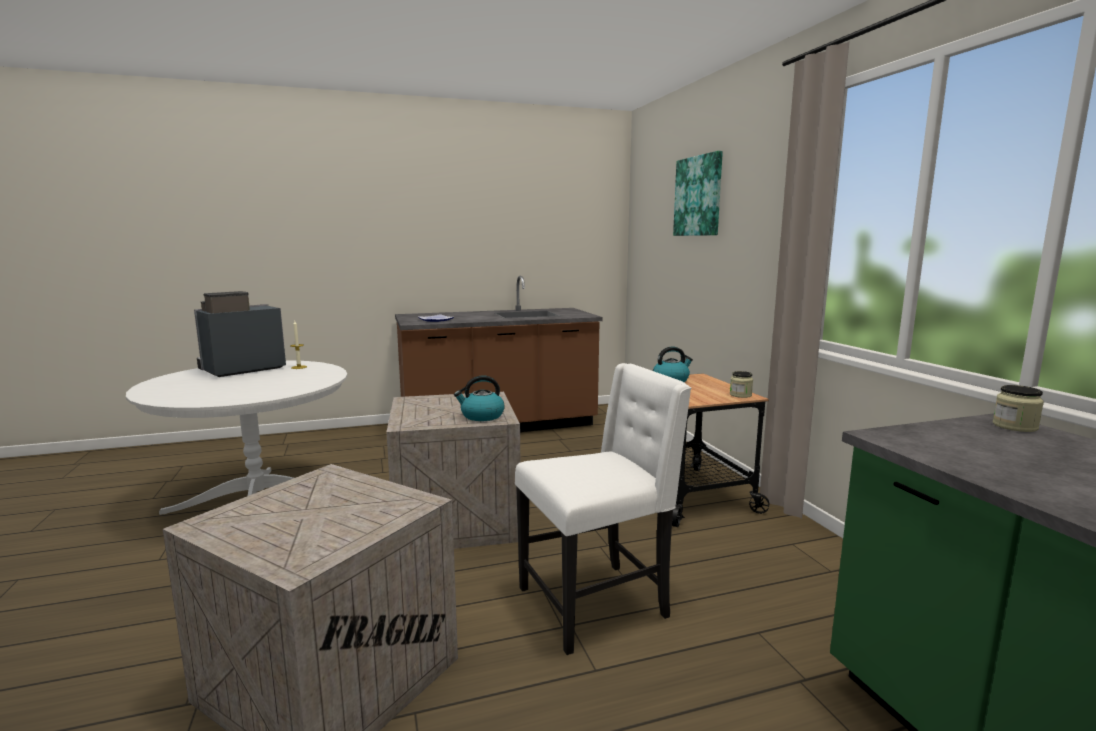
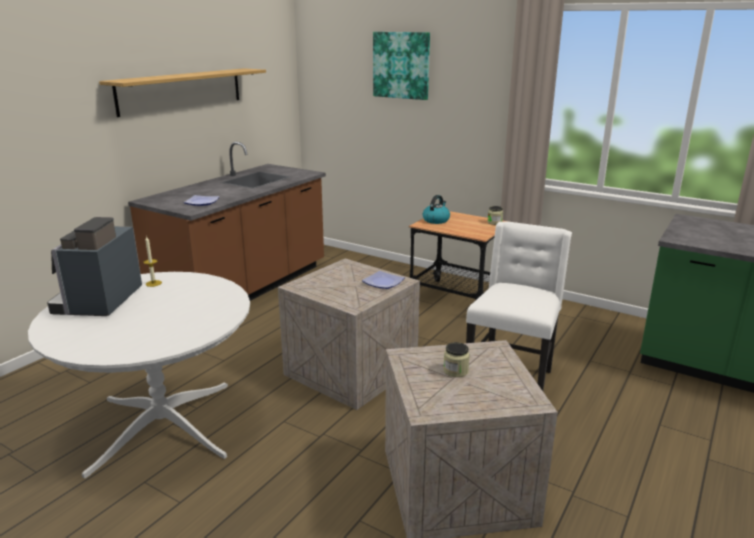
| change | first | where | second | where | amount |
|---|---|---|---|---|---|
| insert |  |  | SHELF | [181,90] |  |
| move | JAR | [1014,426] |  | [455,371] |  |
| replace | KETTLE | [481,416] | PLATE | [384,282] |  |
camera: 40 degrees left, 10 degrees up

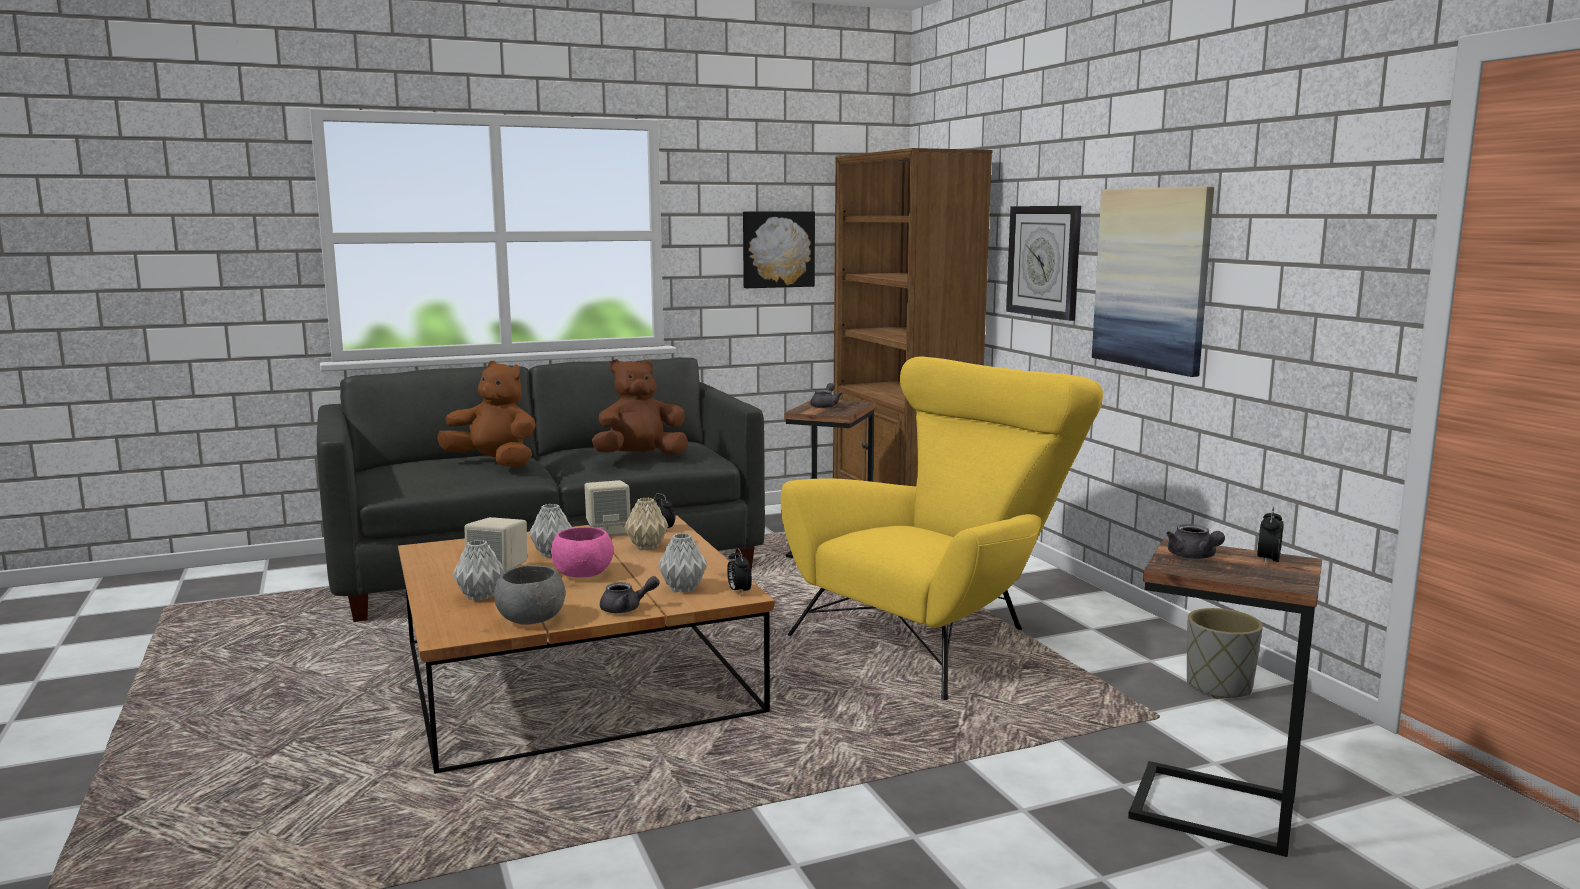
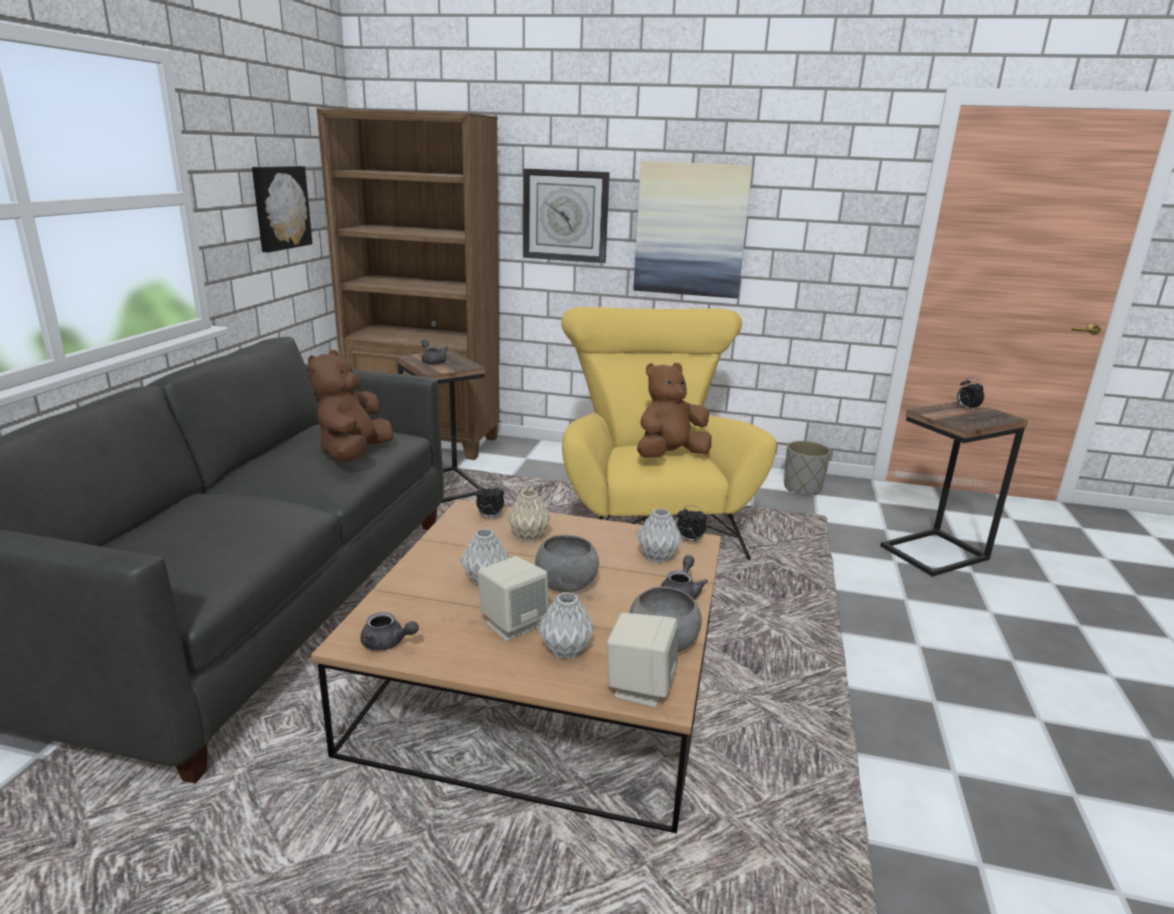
| change | first | where | second | where | amount |
|---|---|---|---|---|---|
| move | BROWN PLUSH TOY | [494,463] |  | [669,456] |  |
| move | BEIGE SPEAKER | [608,531] |  | [639,687] |  |
| move | GREY TEAPOT | [1194,557] |  | [387,643] |  |
| recolor | PINK BOWL | [582,574] | GREY BOWL | [566,585] |  |
camera: 55 degrees left, 10 degrees up

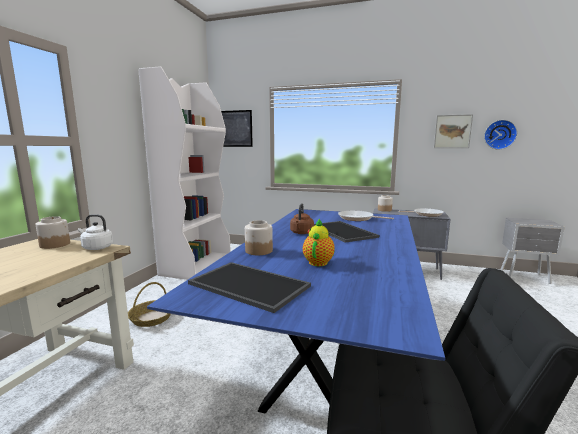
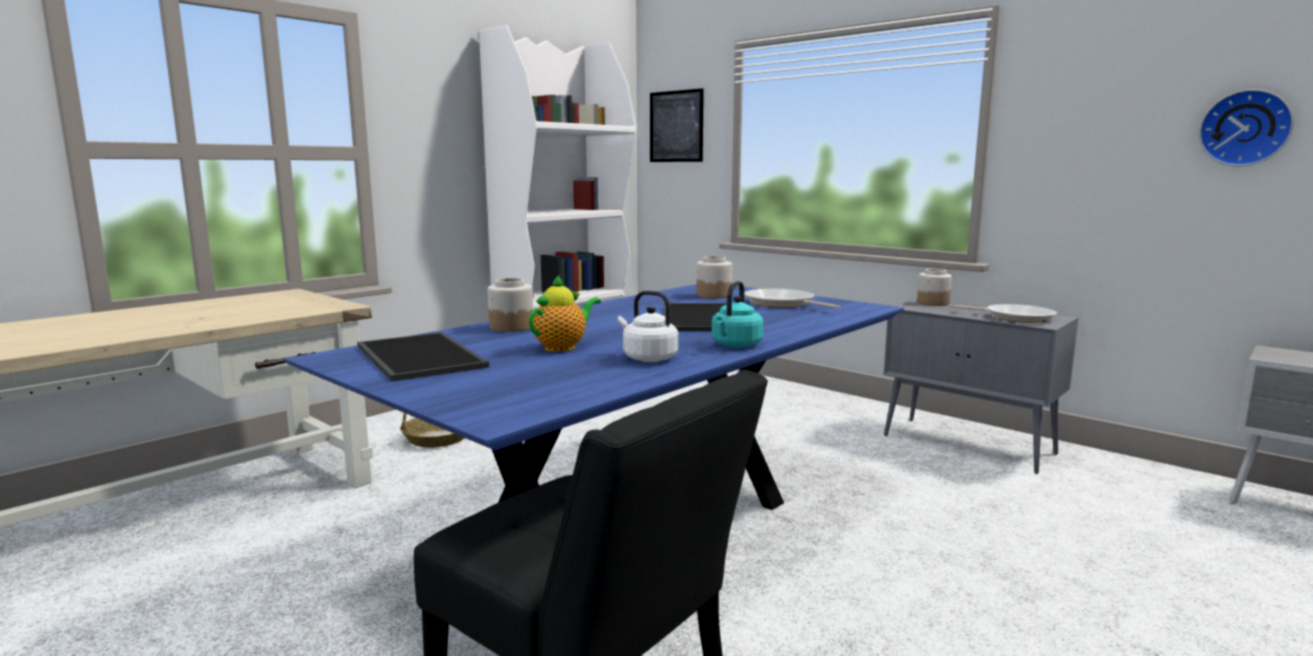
| change | first | where | second | where | amount |
|---|---|---|---|---|---|
| delete | BROWN KETTLE | [301,233] |  |  |  |
| delete | PICTURE | [452,131] |  |  |  |
| insert |  |  | TURQUOISE KETTLE | [735,345] |  |
| move | JAR | [55,244] |  | [713,295] |  |
| move | WHITE KETTLE | [96,248] |  | [647,358] |  |
camera: 25 degrees right, 0 degrees up

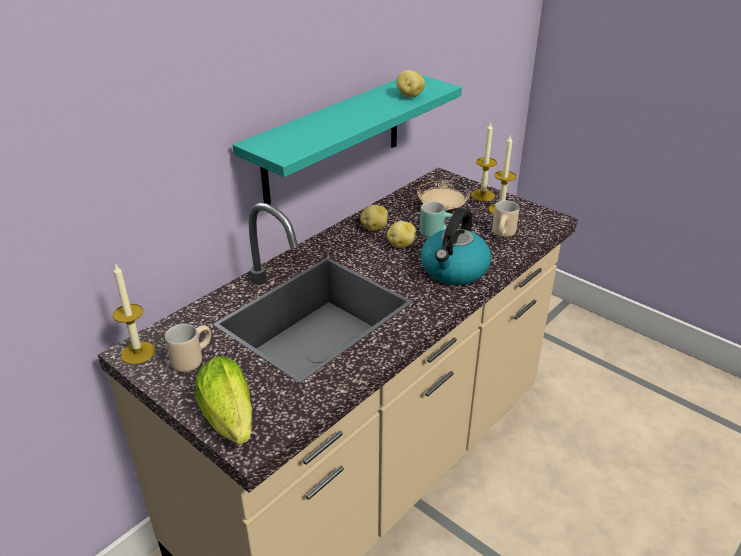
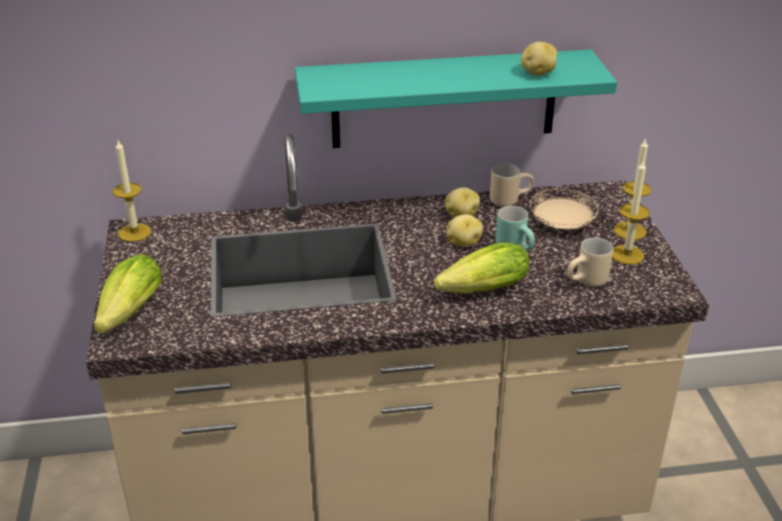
| change | first | where | second | where | amount |
|---|---|---|---|---|---|
| move | BEIGE MUG | [191,358] |  | [509,199] |  |
| replace | KETTLE | [454,270] | LETTUCE | [479,291] |  |
camera: 40 degrees right, 0 degrees up

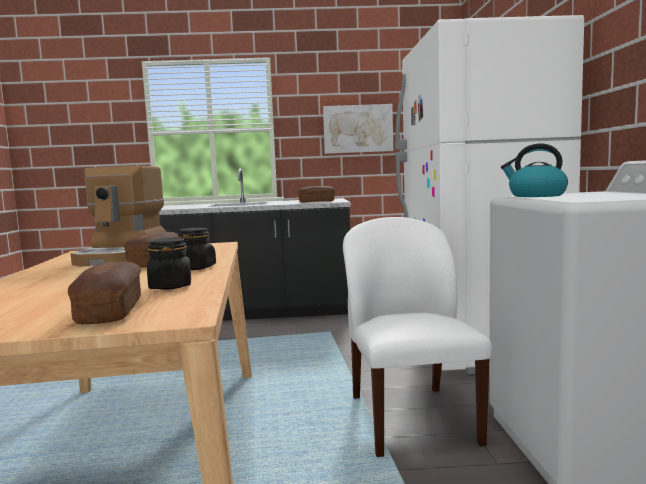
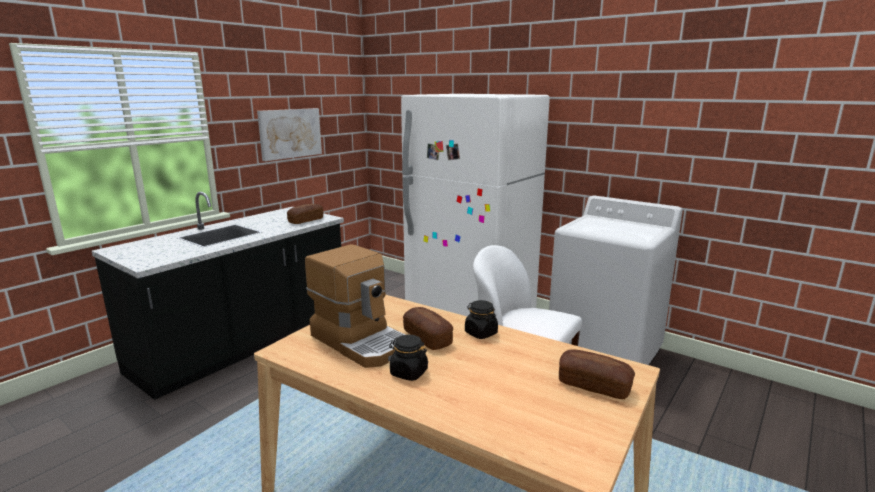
| change | first | where | second | where | amount |
|---|---|---|---|---|---|
| delete | KETTLE | [536,196] |  |  |  |
| move | BLACK JAR | [170,286] |  | [408,372] |  |
camera: 50 degrees left, 10 degrees up

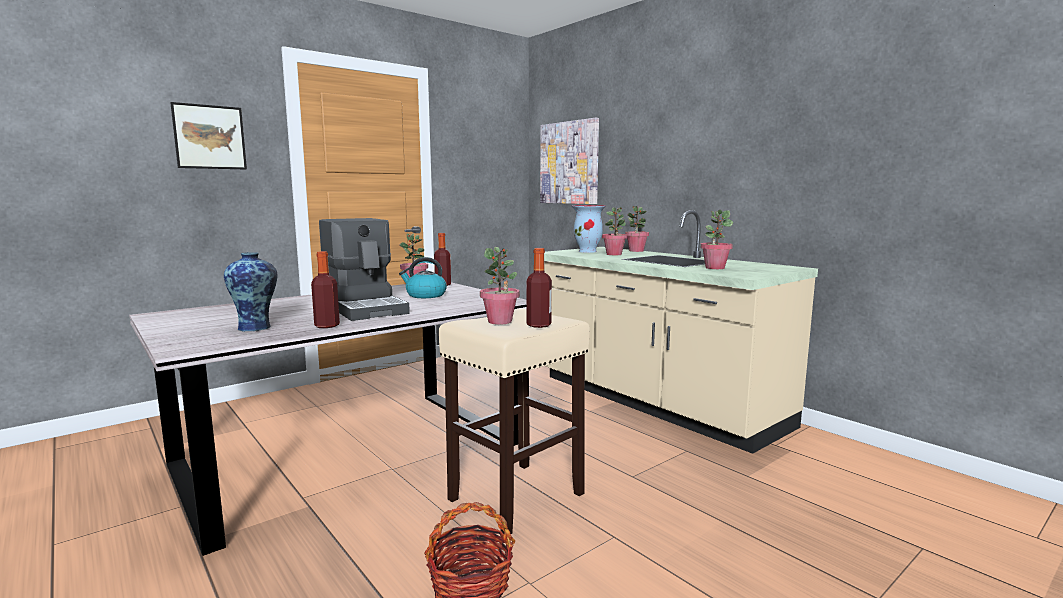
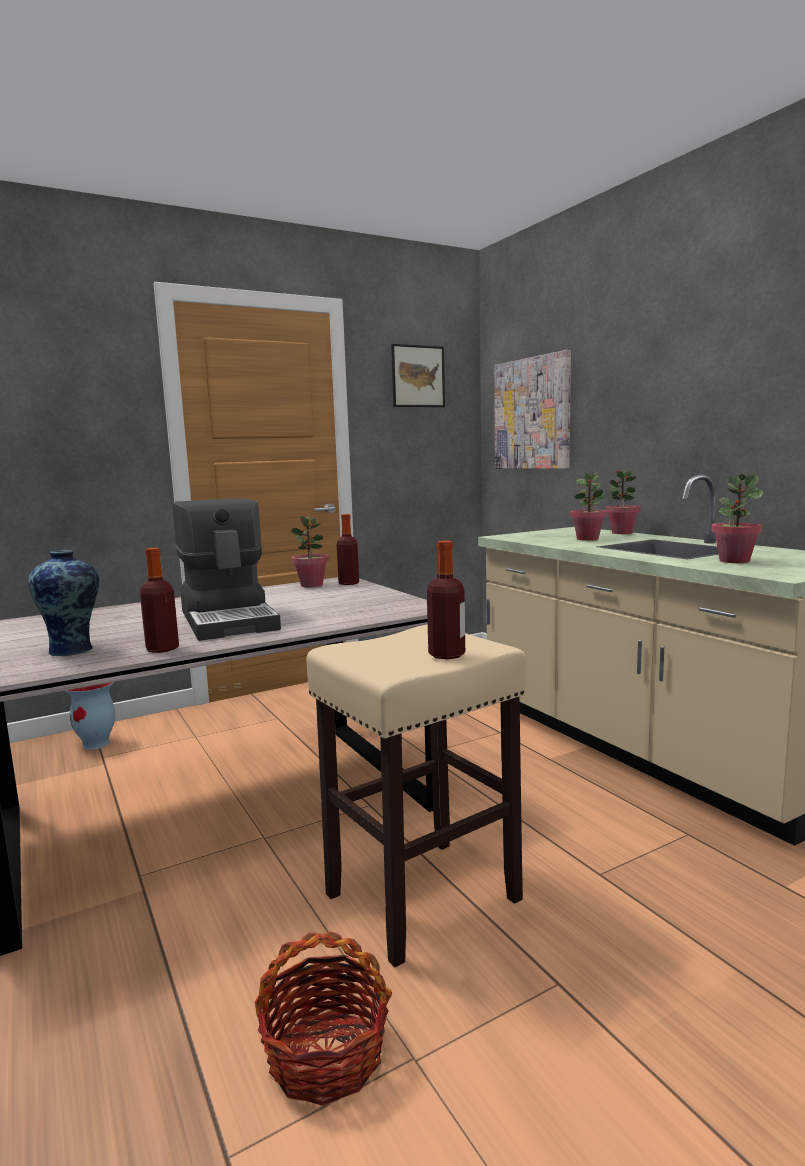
| change | first | where | second | where | amount |
|---|---|---|---|---|---|
| delete | KETTLE | [425,295] |  |  |  |
| delete | POTTED PLANT | [500,321] |  |  |  |
| move | PICTURE | [209,137] |  | [418,376] |  |
| move | VASE | [588,251] |  | [97,744] |  |
camera: 10 degrees right, 0 degrees up

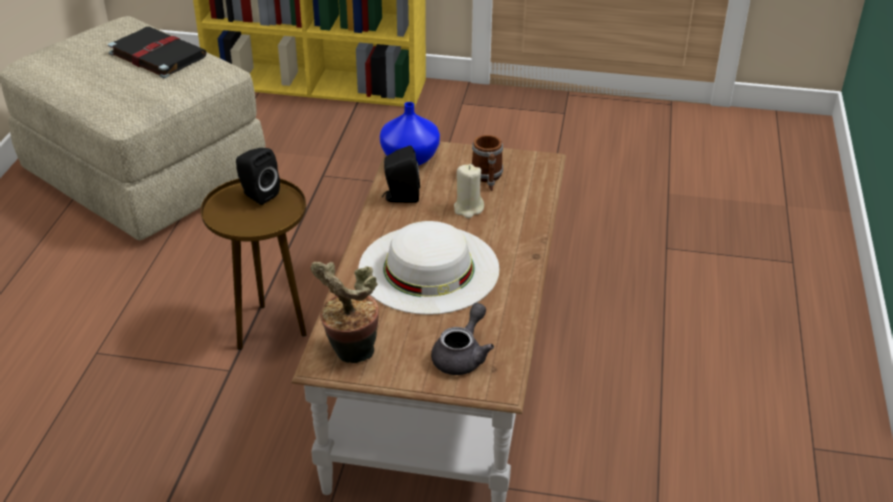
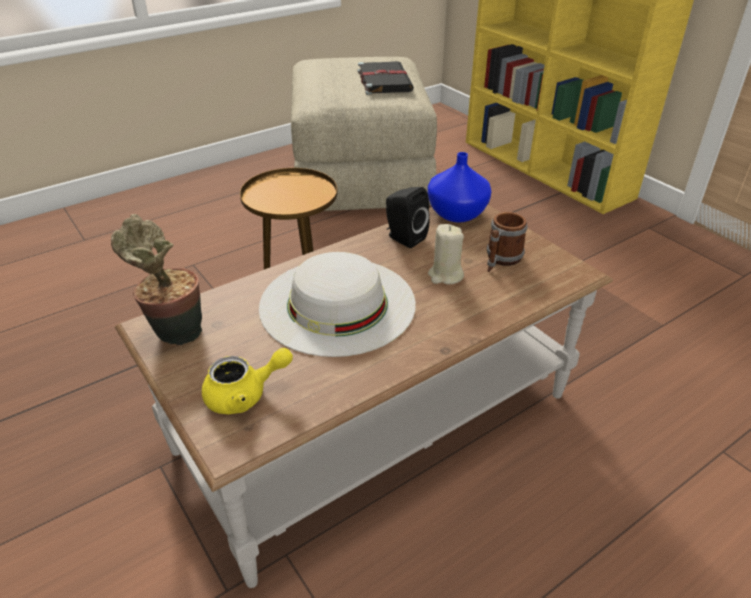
| change | first | where | second | where | amount |
|---|---|---|---|---|---|
| delete | BLACK SPEAKER | [257,194] |  |  |  |
| recolor | GREY TEAPOT | [462,356] | YELLOW TEAPOT | [245,395] |  |
camera: 45 degrees right, 0 degrees up

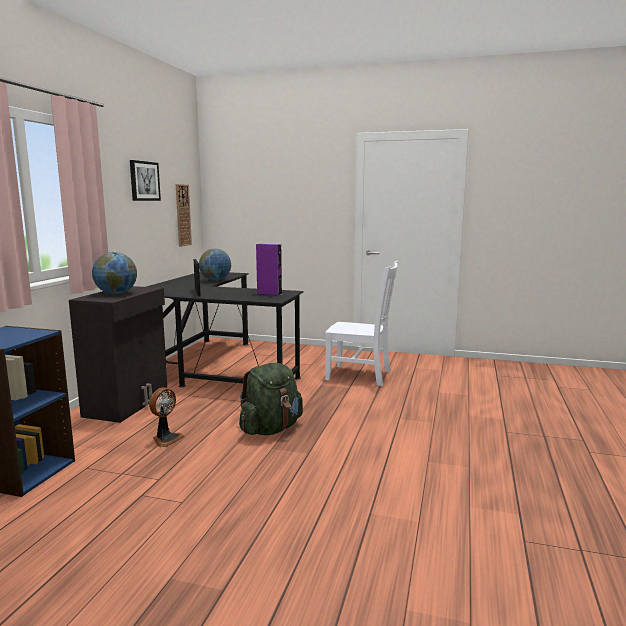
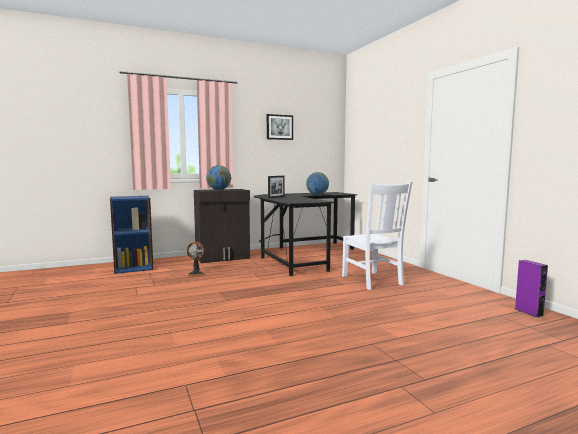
| change | first | where | second | where | amount |
|---|---|---|---|---|---|
| delete | WALL CLOCK | [183,215] |  |  |  |
| delete | GREEN BACKPACK | [271,429] |  |  |  |
| move | PURPLE SPEAKER | [269,294] |  | [528,312] |  |
camera: 50 degrees right, 5 degrees down

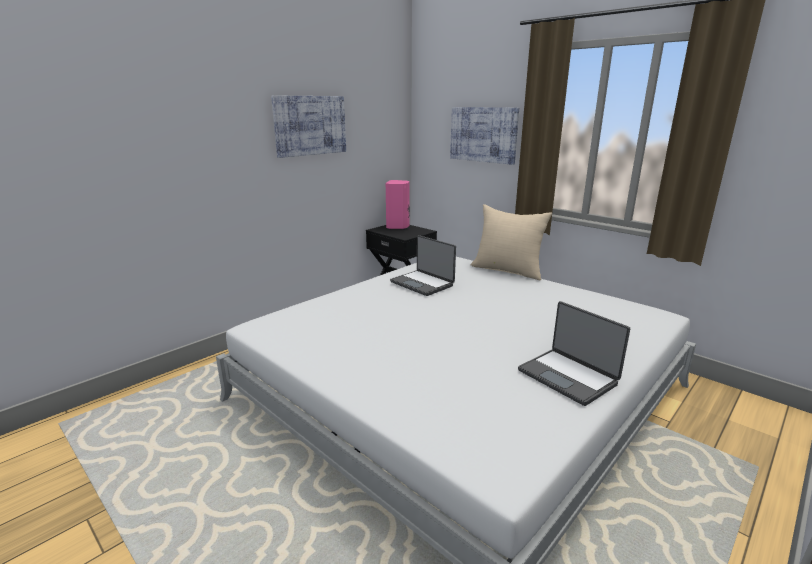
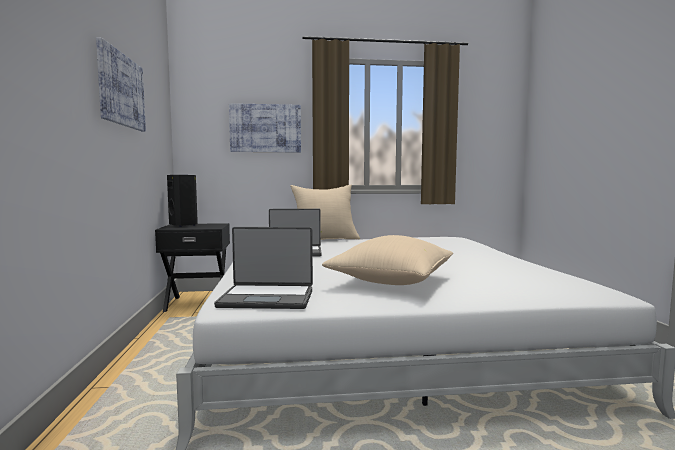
| change | first | where | second | where | amount |
|---|---|---|---|---|---|
| insert |  |  | BEIGE PILLOW | [391,281] |  |
| move | LAPTOP | [568,376] |  | [267,298] |  |
| recolor | PINK SPEAKER | [398,227] | BLACK SPEAKER | [184,225] |  |
camera: 50 degrees left, 15 degrees down

